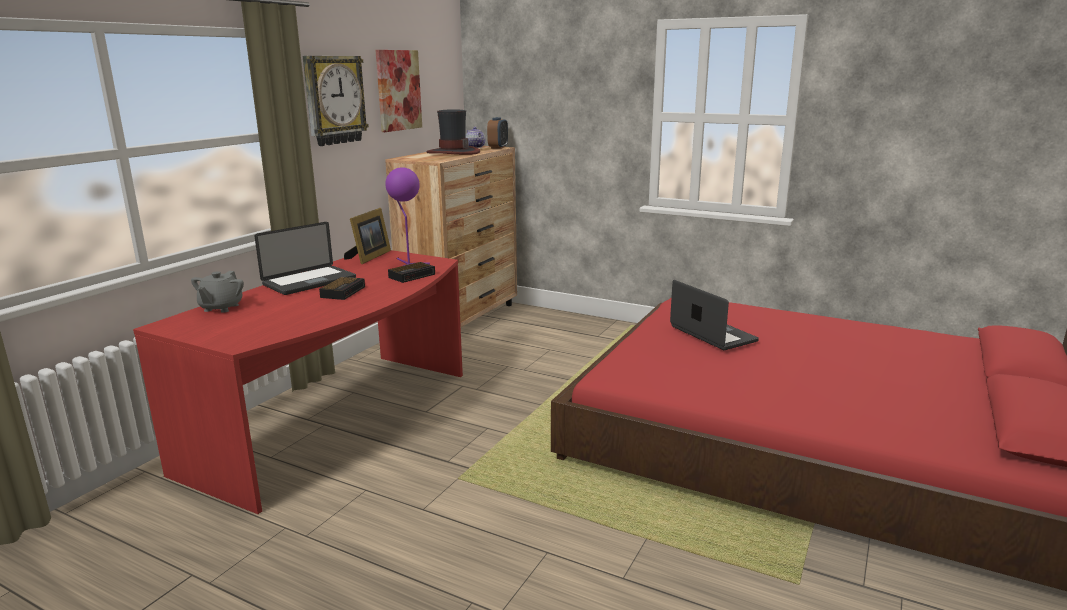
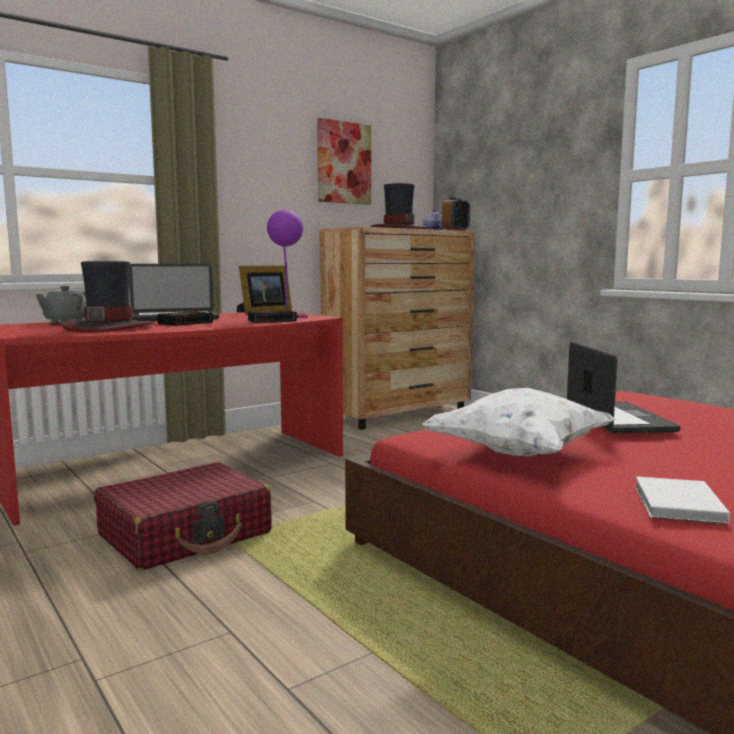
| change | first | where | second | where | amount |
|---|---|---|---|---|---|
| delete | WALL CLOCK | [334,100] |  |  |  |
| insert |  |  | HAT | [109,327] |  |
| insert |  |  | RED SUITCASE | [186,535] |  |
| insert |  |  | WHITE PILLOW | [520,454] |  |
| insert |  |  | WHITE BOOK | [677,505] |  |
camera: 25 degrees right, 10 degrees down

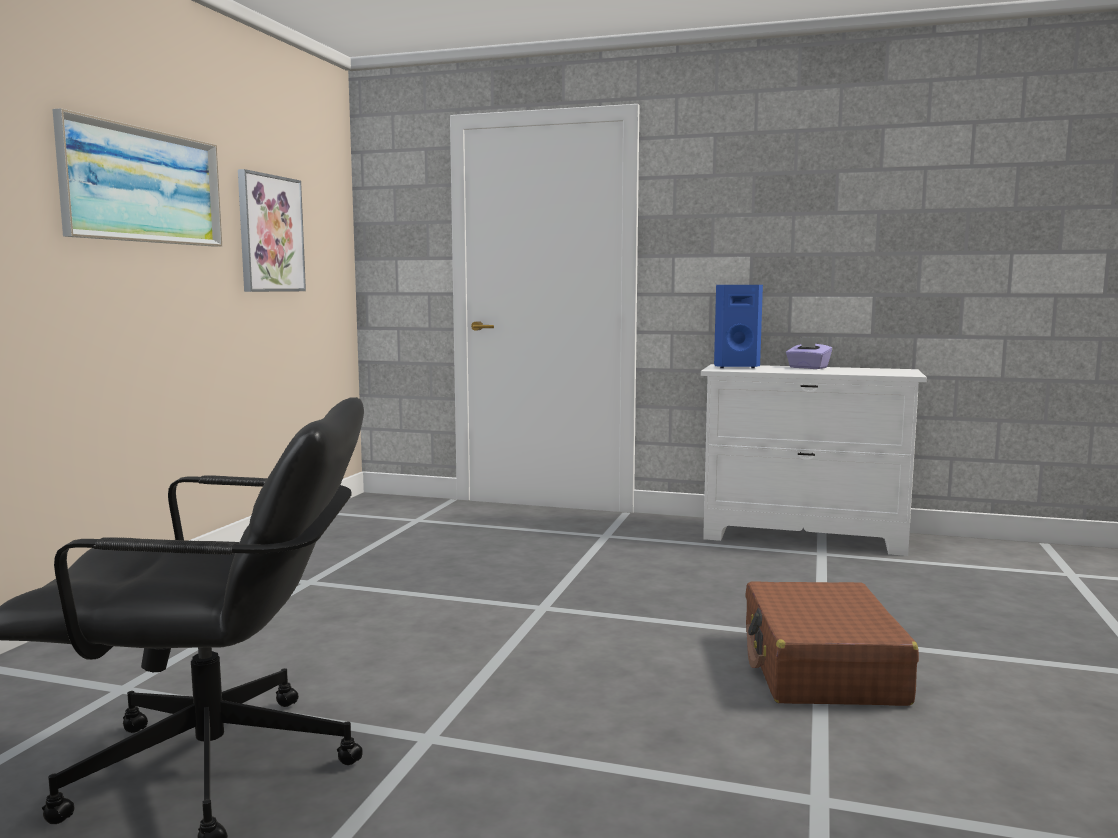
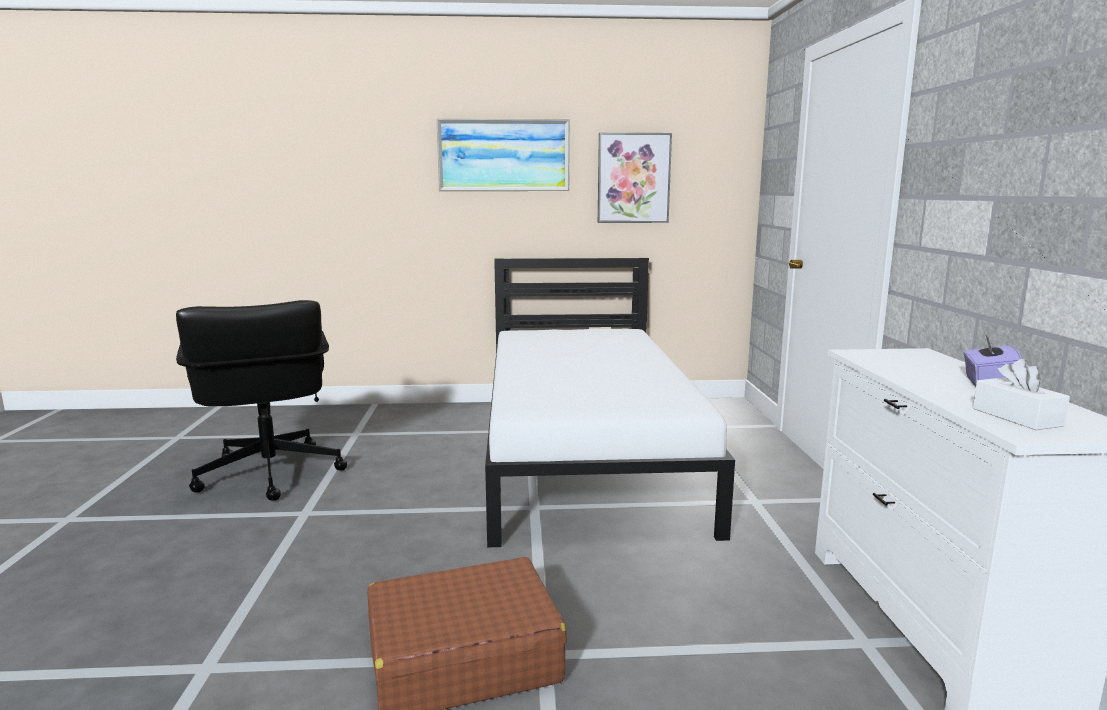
| change | first | where | second | where | amount |
|---|---|---|---|---|---|
| delete | BLUE SPEAKER | [734,367] |  |  |  |
| insert |  |  | WHITE BED | [586,454] |  |
| insert |  |  | WHITE TISSUE BOX | [1016,417] |  |
camera: 70 degrees right, 5 degrees up

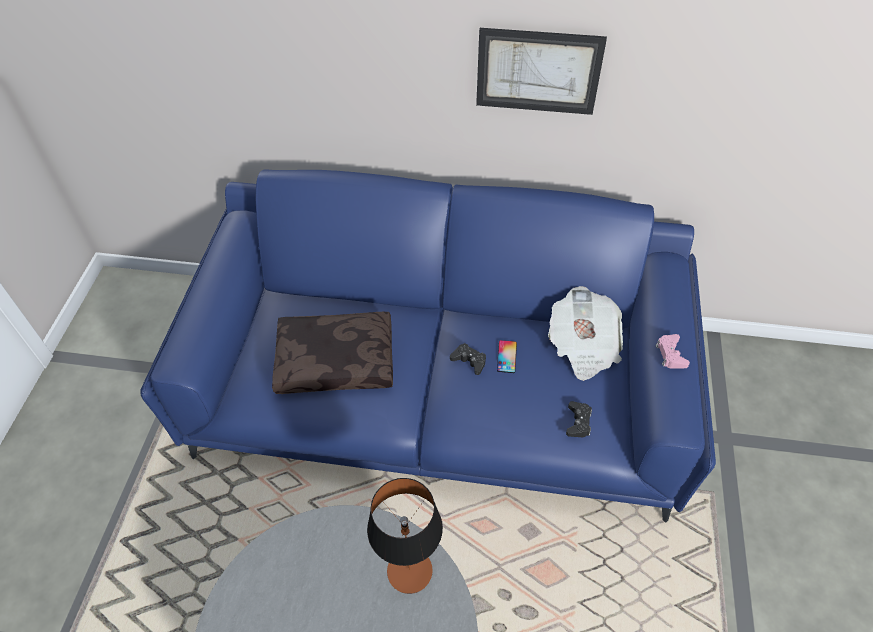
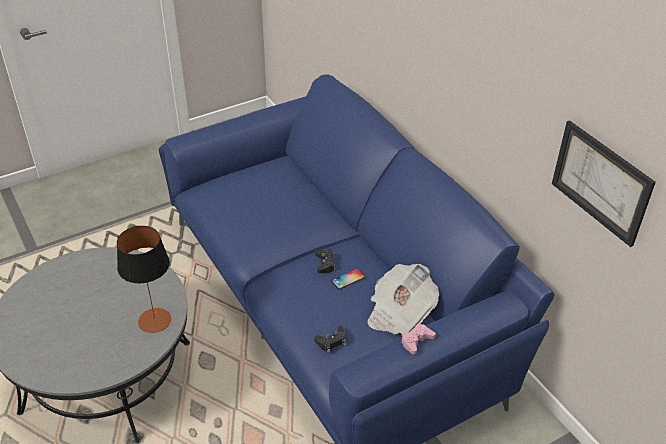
| change | first | where | second | where | amount |
|---|---|---|---|---|---|
| delete | BROWN PILLOW | [337,359] |  |  |  |
| move | PICTURE | [538,71] |  | [601,182] |  |
camera: 50 degrees right, 10 degrees down

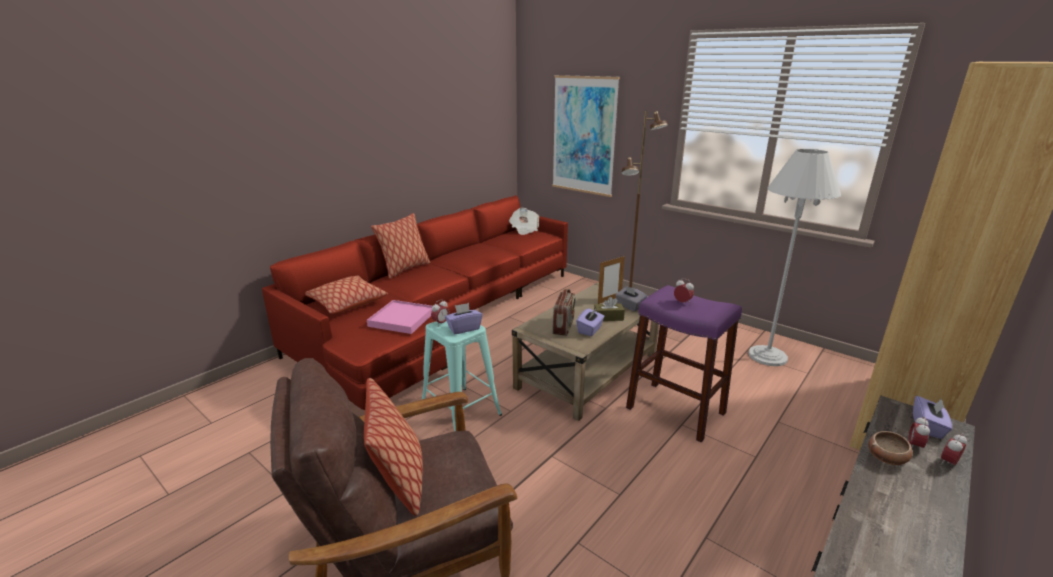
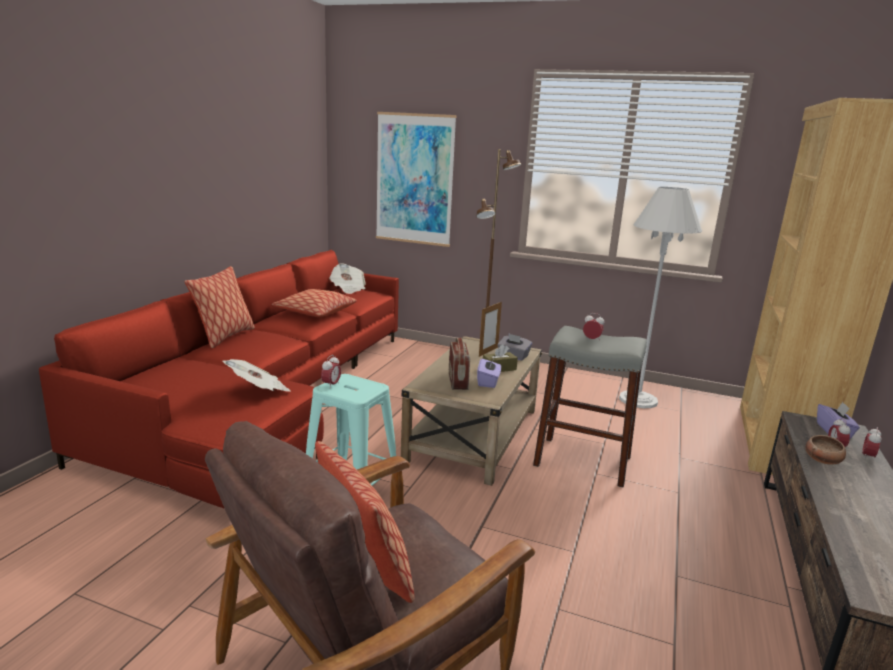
| change | first | where | second | where | amount |
|---|---|---|---|---|---|
| delete | PURPLE TISSUE BOX | [464,328] |  |  |  |
| move | PILLOW | [346,303] |  | [315,312] |  |
| replace | PINK TRAY | [402,319] | NEWSPAPER | [259,391] |  |
| recolor | PURPLE STOOL | [675,410] | GREY STOOL | [583,461] |  |
camera: 20 degrees left, 5 degrees down

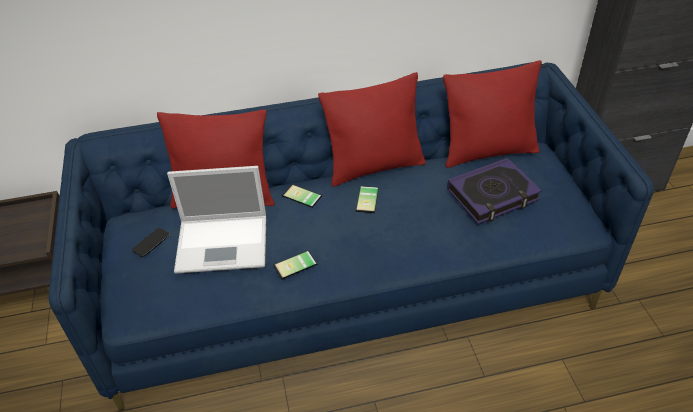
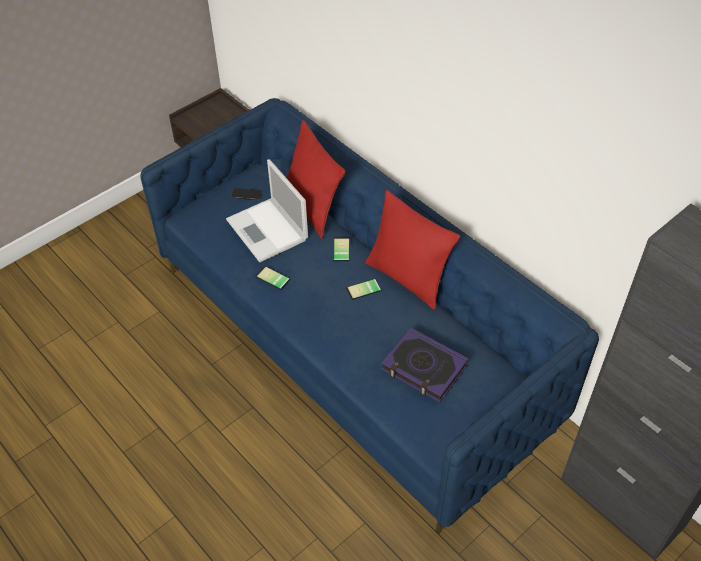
| change | first | where | second | where | amount |
|---|---|---|---|---|---|
| delete | RED PILLOW | [488,151] |  |  |  |
camera: 60 degrees right, 5 degrees up

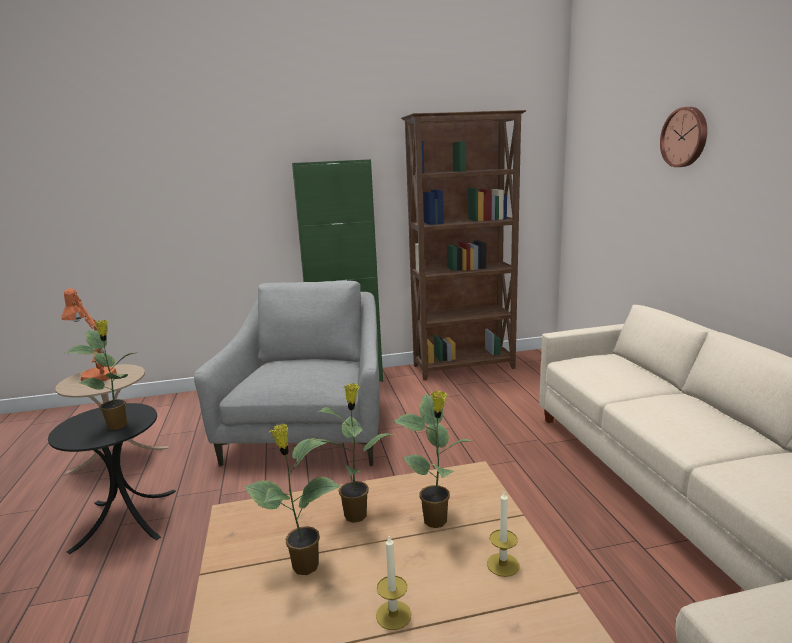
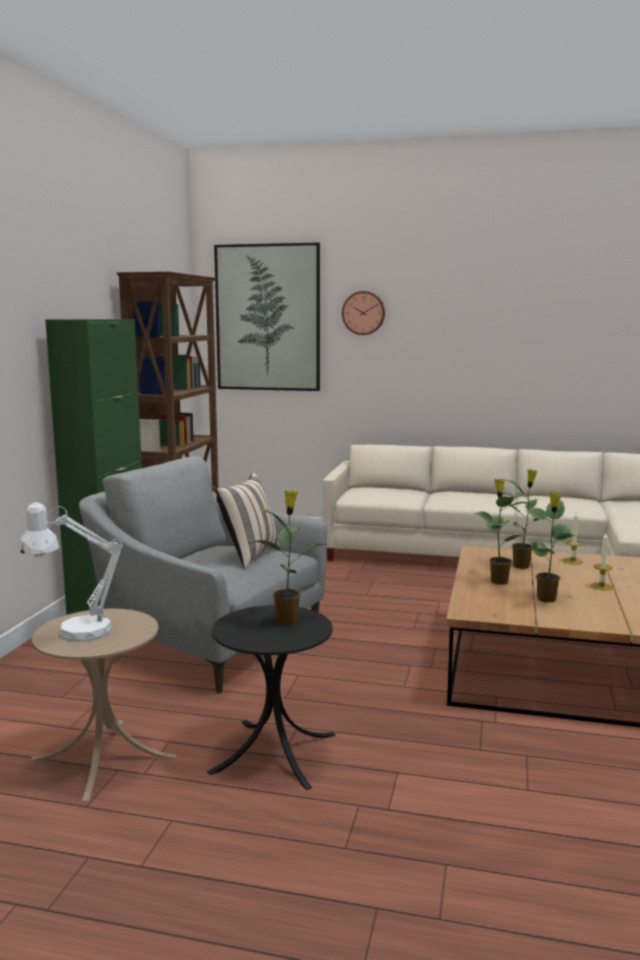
| change | first | where | second | where | amount |
|---|---|---|---|---|---|
| insert |  |  | PICTURE | [268,318] |  |
| insert |  |  | BEIGE PILLOW | [248,555] |  |
| recolor | ORANGE TABLE LAMP | [95,375] | WHITE TABLE LAMP | [74,633] |  |
camera: 65 degrees left, 5 degrees down

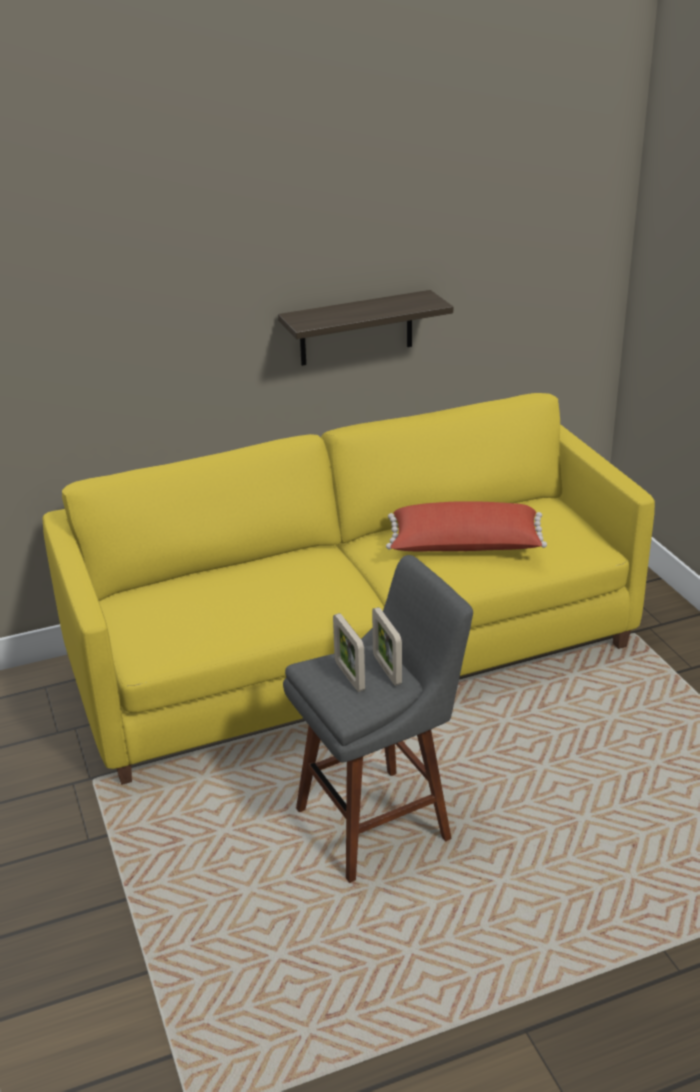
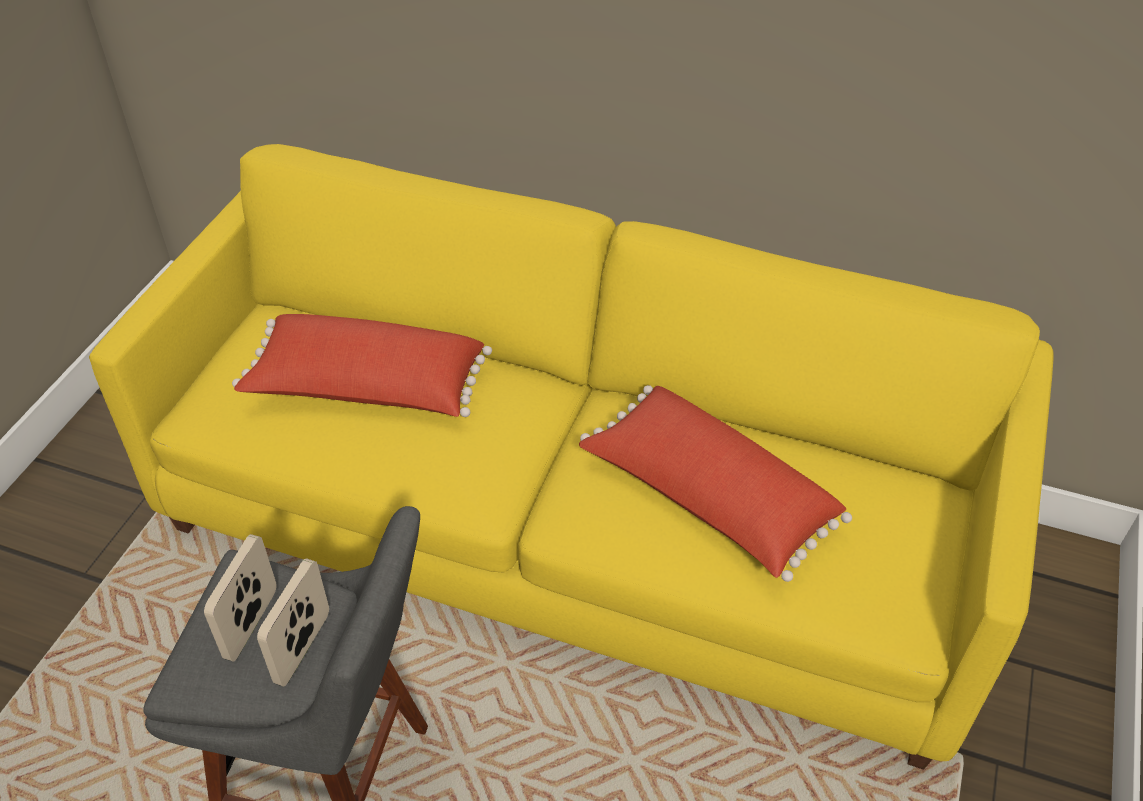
| change | first | where | second | where | amount |
|---|---|---|---|---|---|
| delete | SHELF | [356,328] |  |  |  |
| insert |  |  | RED PILLOW | [366,389] |  |
camera: 40 degrees right, 15 degrees up

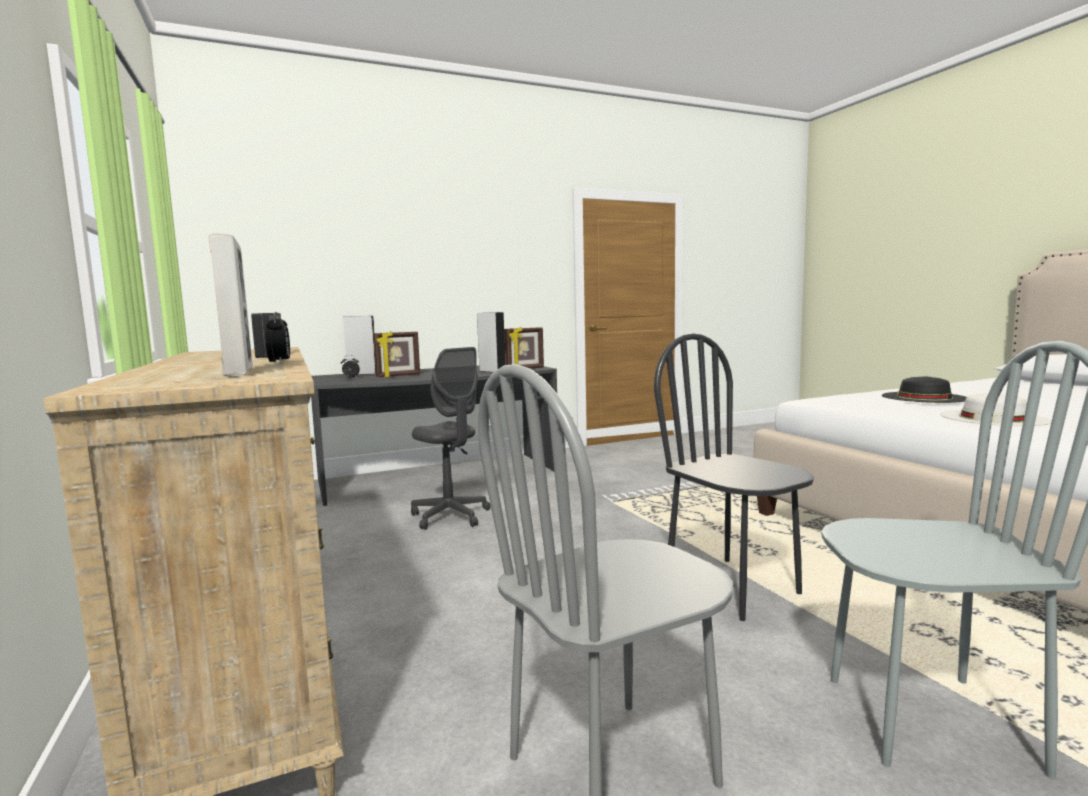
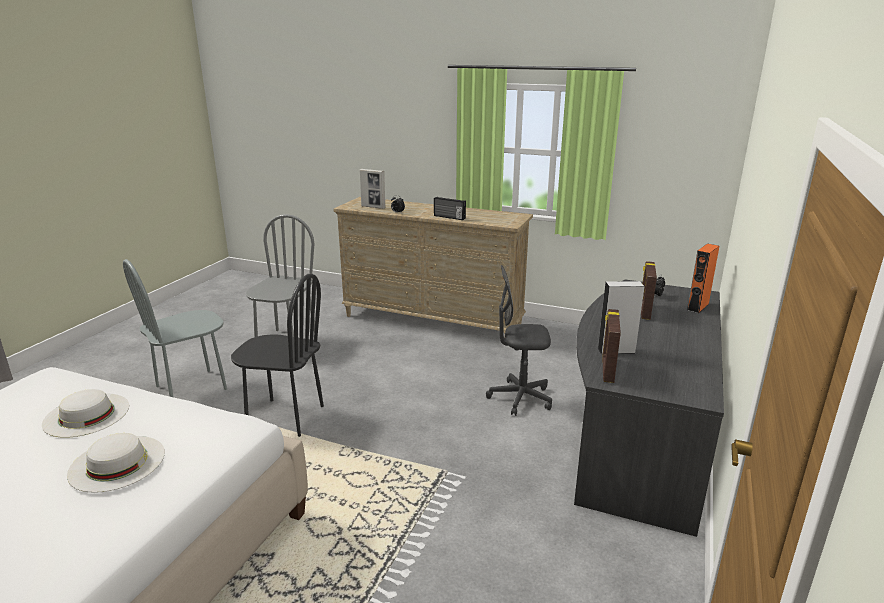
| change | first | where | second | where | amount |
|---|---|---|---|---|---|
| recolor | GREY SPEAKER | [362,374] | ORANGE SPEAKER | [697,307] |  |
| recolor | BLACK HAT | [924,397] | WHITE HAT | [117,463] |  |
camera: 135 degrees right, 15 degrees up

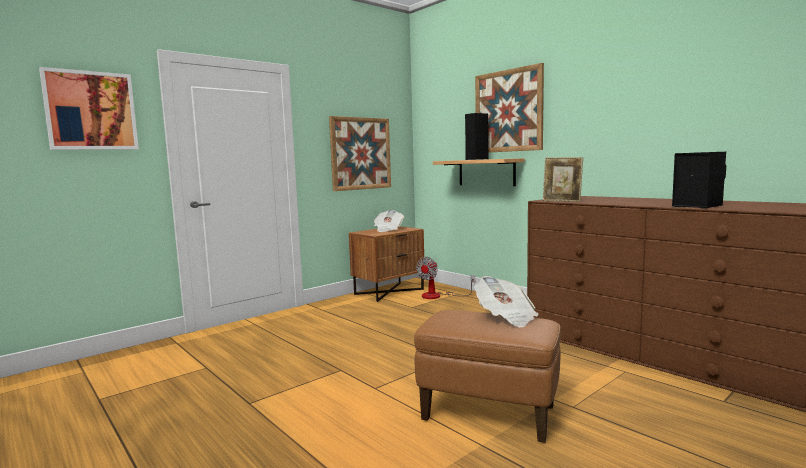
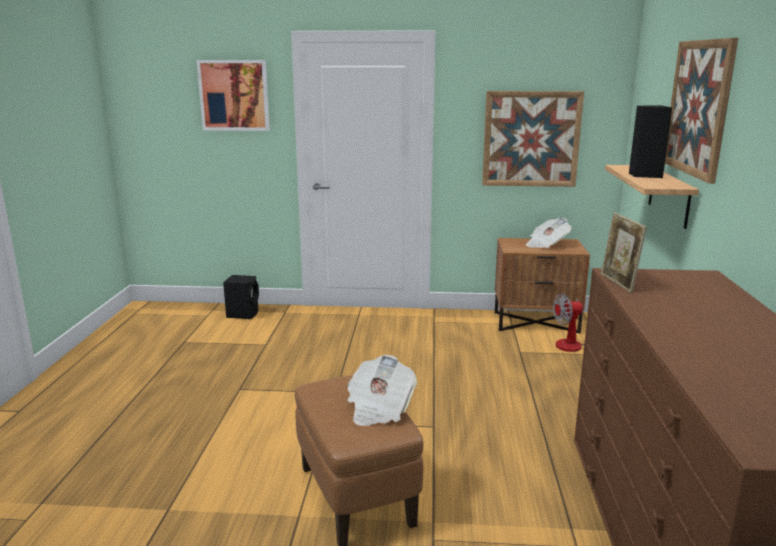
| change | first | where | second | where | amount |
|---|---|---|---|---|---|
| move | BLACK SPEAKER | [695,206] |  | [243,314] |  |
camera: 45 degrees right, 10 degrees up

